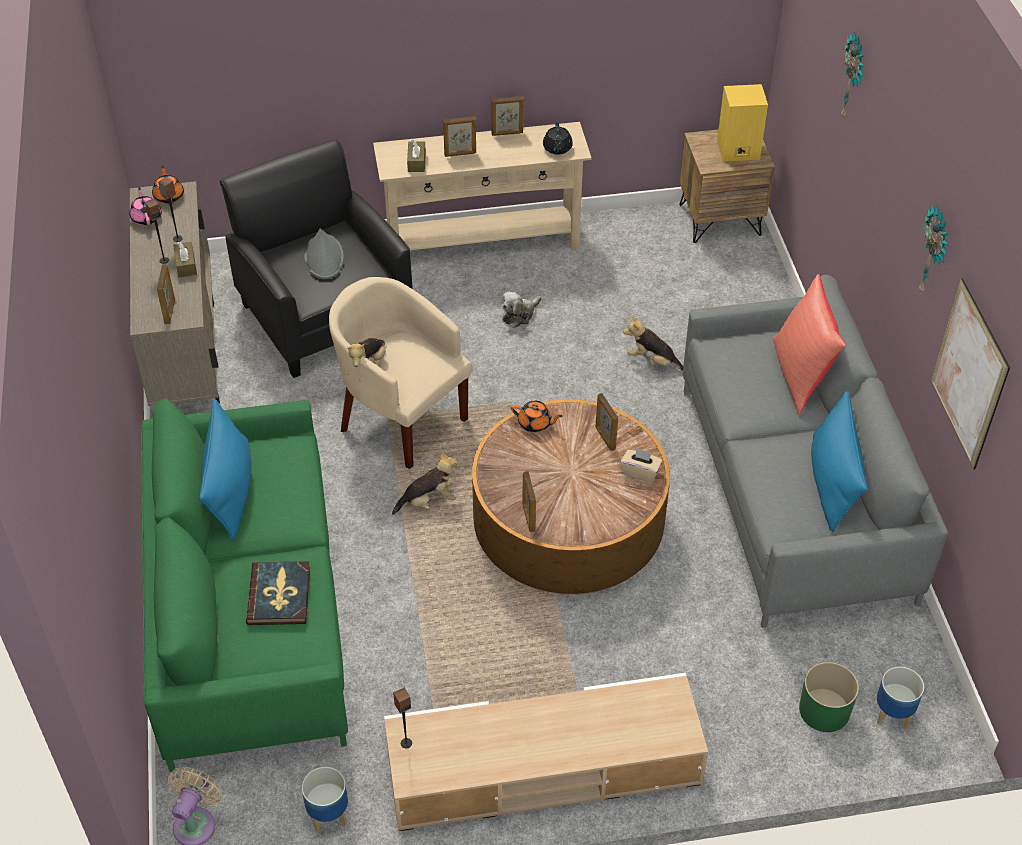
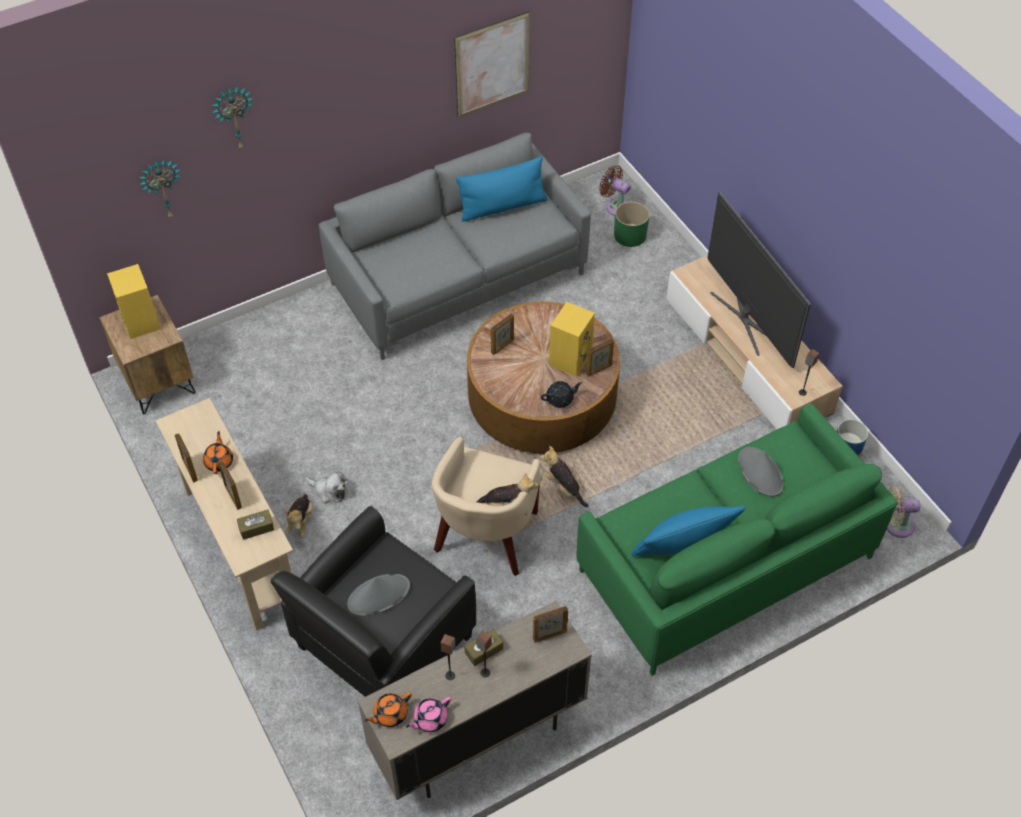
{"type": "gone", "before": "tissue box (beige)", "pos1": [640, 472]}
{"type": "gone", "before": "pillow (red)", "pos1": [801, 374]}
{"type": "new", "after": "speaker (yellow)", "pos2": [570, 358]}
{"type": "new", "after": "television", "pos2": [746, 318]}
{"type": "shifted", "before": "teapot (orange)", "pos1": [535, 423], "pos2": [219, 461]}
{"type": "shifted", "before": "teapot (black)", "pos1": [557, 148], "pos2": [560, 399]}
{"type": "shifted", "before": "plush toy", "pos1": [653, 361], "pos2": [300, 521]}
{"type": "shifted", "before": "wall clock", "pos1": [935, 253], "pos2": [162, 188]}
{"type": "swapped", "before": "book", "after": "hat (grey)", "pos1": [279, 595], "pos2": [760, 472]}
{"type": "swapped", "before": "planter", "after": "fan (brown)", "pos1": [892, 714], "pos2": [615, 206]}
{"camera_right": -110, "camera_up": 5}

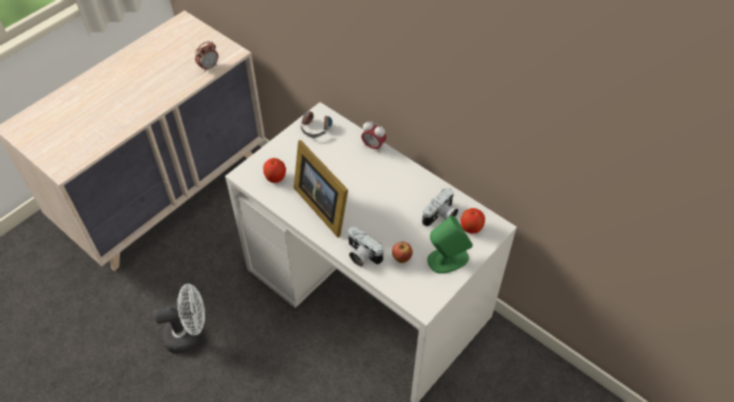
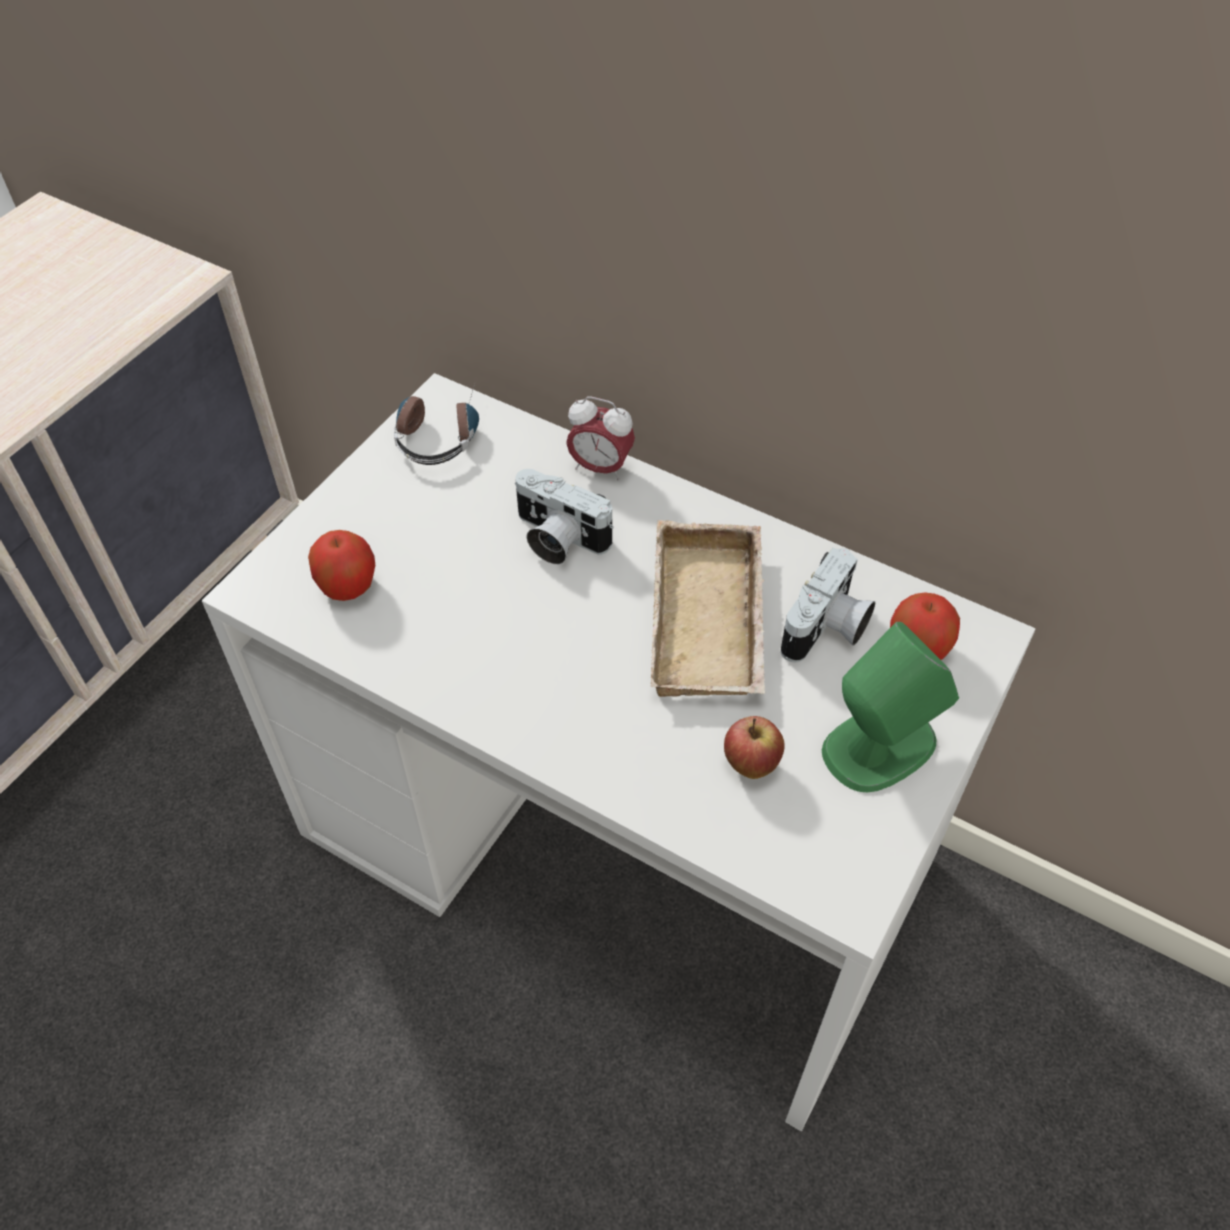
{"type": "gone", "before": "fan (white)", "pos1": [189, 335]}
{"type": "gone", "before": "alarm clock", "pos1": [209, 67]}
{"type": "gone", "before": "picture frame", "pos1": [323, 205]}
{"type": "new", "after": "tray (beige)", "pos2": [712, 622]}
{"type": "shifted", "before": "photo camera", "pos1": [361, 255], "pos2": [556, 539]}
{"camera_right": -10, "camera_up": 0}

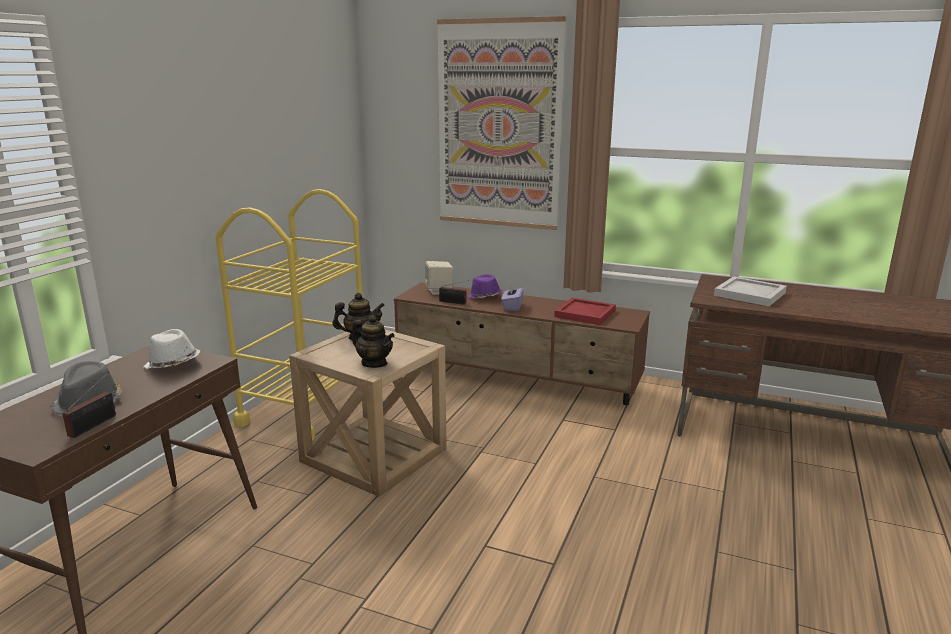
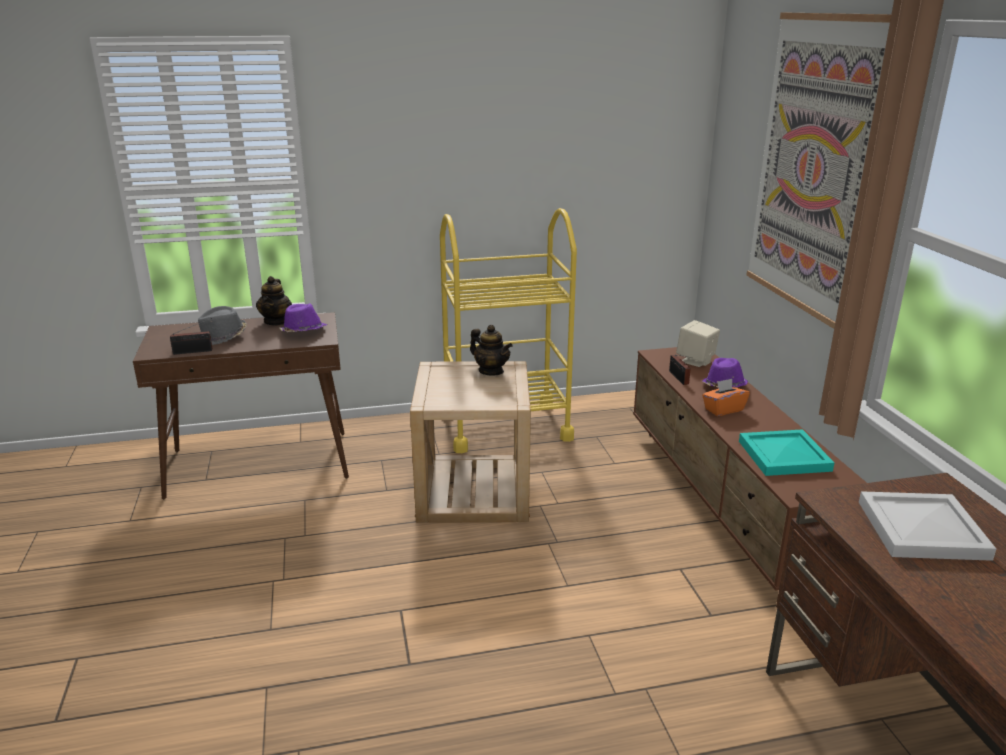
{"type": "shifted", "before": "teapot", "pos1": [374, 363], "pos2": [276, 321]}
{"type": "repainted", "before": "hat (white)", "after": "hat (purple)", "pos1": [173, 365], "pos2": [303, 332]}
{"type": "repainted", "before": "tissue box (purple)", "after": "tissue box (orange)", "pos1": [512, 307], "pos2": [723, 409]}
{"type": "repainted", "before": "tray (red)", "after": "tray (turquoise)", "pos1": [584, 313], "pos2": [784, 455]}
{"camera_right": 55, "camera_up": 5}

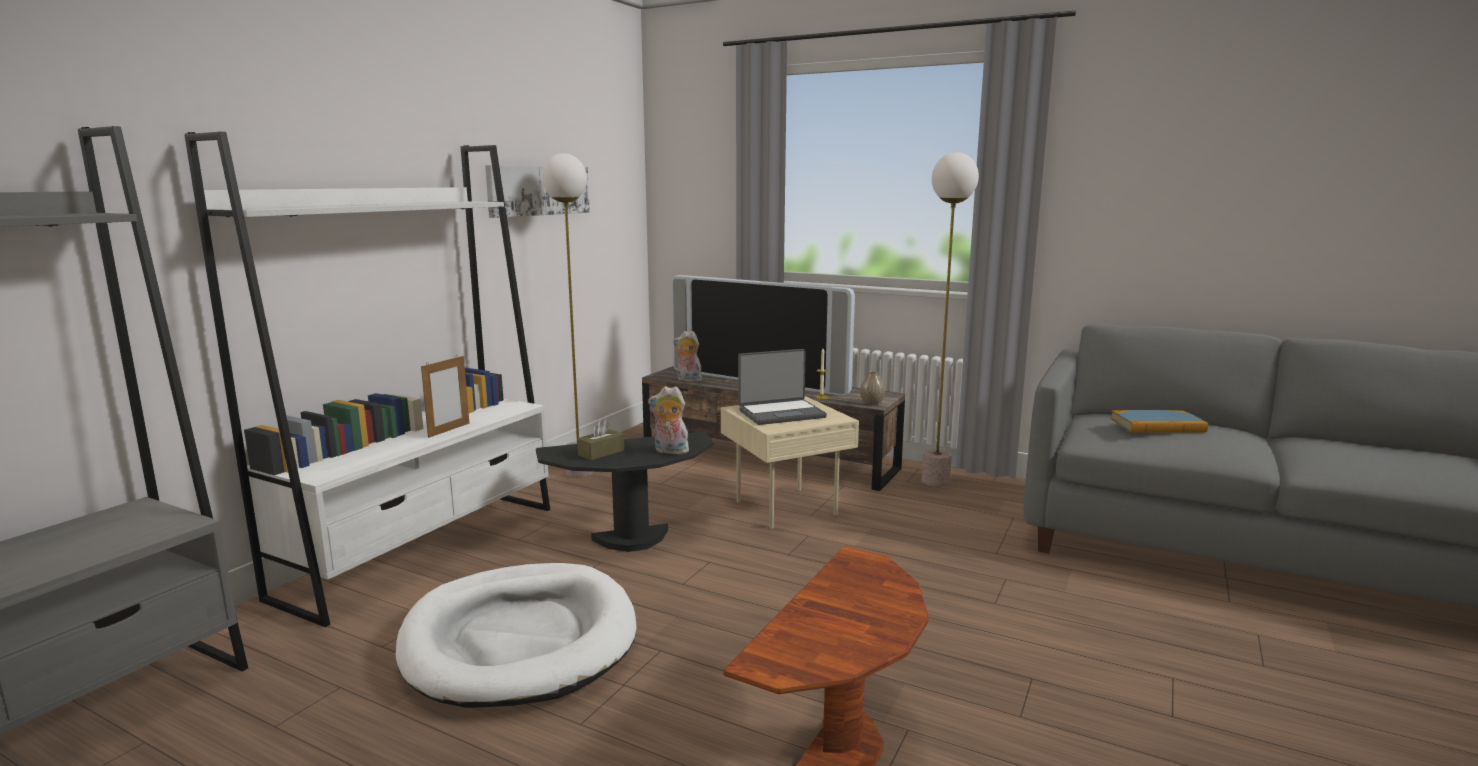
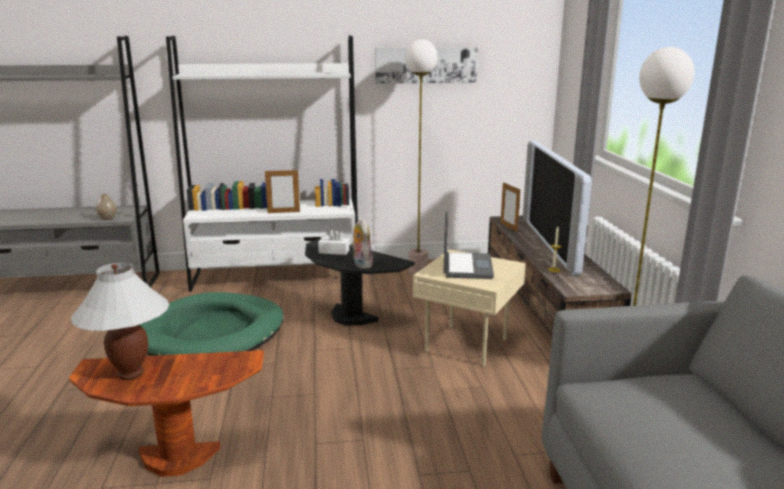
{"type": "gone", "before": "book", "pos1": [1157, 425]}
{"type": "new", "after": "table lamp (white)", "pos2": [130, 374]}
{"type": "shifted", "before": "vase", "pos1": [871, 403], "pos2": [107, 218]}
{"type": "swapped", "before": "plush toy", "after": "picture frame", "pos1": [687, 380], "pos2": [508, 227]}
{"type": "repainted", "before": "dog bed (white)", "after": "dog bed (green)", "pos1": [520, 640], "pos2": [213, 333]}
{"type": "repainted", "before": "tissue box (brown)", "after": "tissue box (white)", "pos1": [601, 453], "pos2": [334, 251]}
{"type": "rotated", "before": "laptop", "pos1": [781, 413], "pos2": [466, 267], "turn": -120}
{"camera_right": 55, "camera_up": 5}

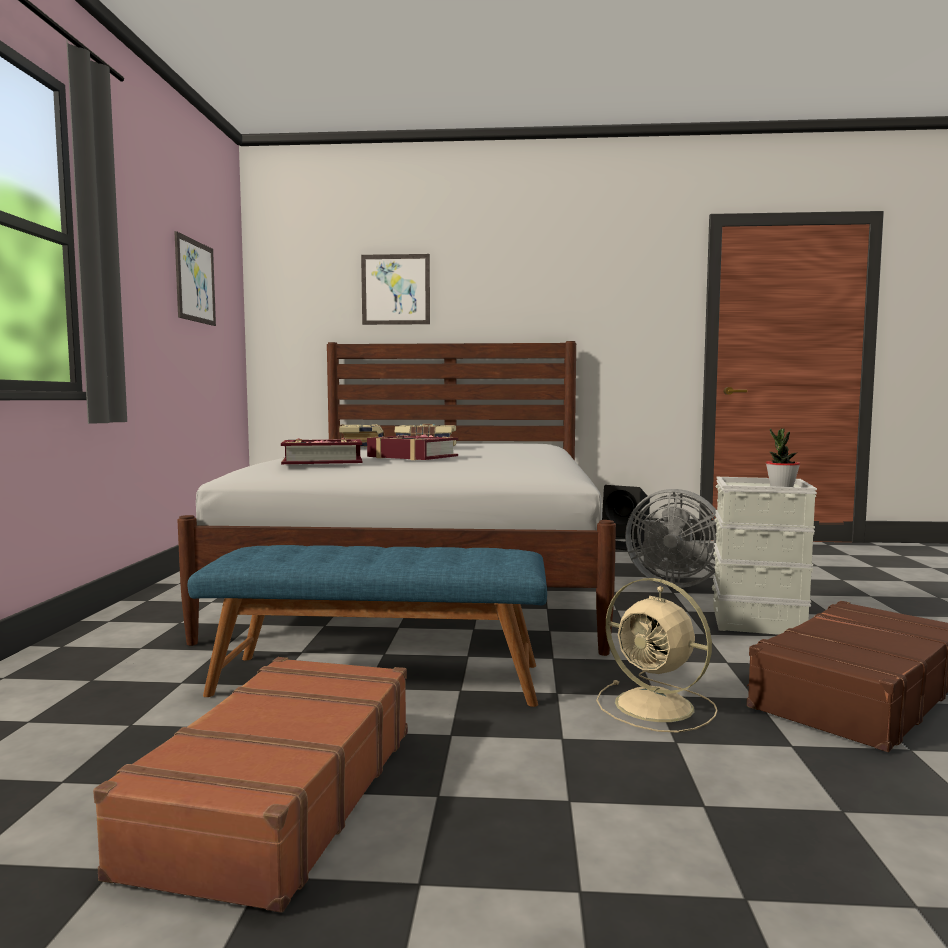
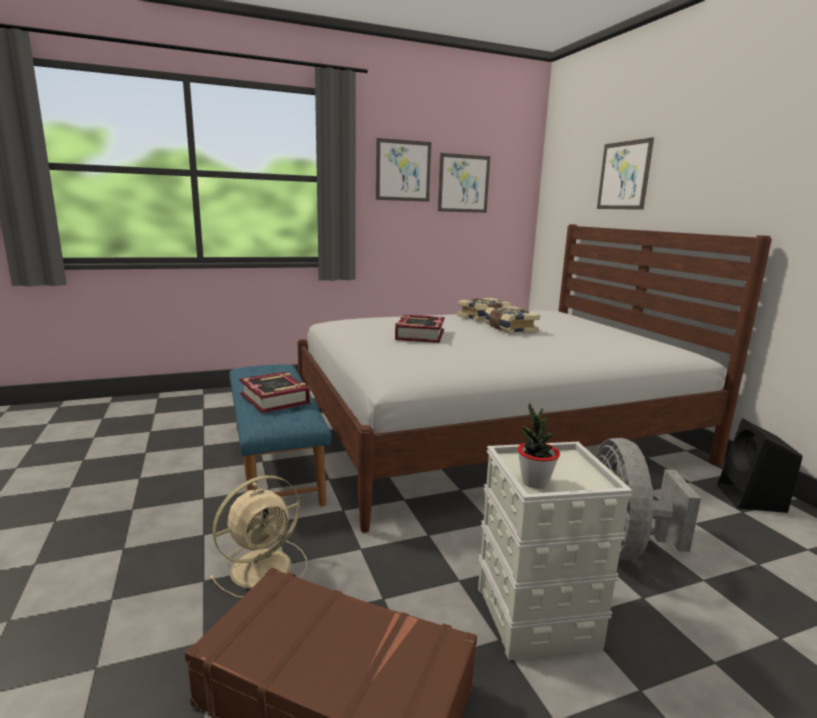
{"type": "gone", "before": "suitcase (brown)", "pos1": [277, 796]}
{"type": "new", "after": "picture", "pos2": [403, 170]}
{"type": "shifted", "before": "book", "pos1": [322, 461], "pos2": [275, 398]}
{"type": "rotated", "before": "fan (beige)", "pos1": [657, 707], "pos2": [263, 567], "turn": -150}
{"camera_right": 65, "camera_up": 10}

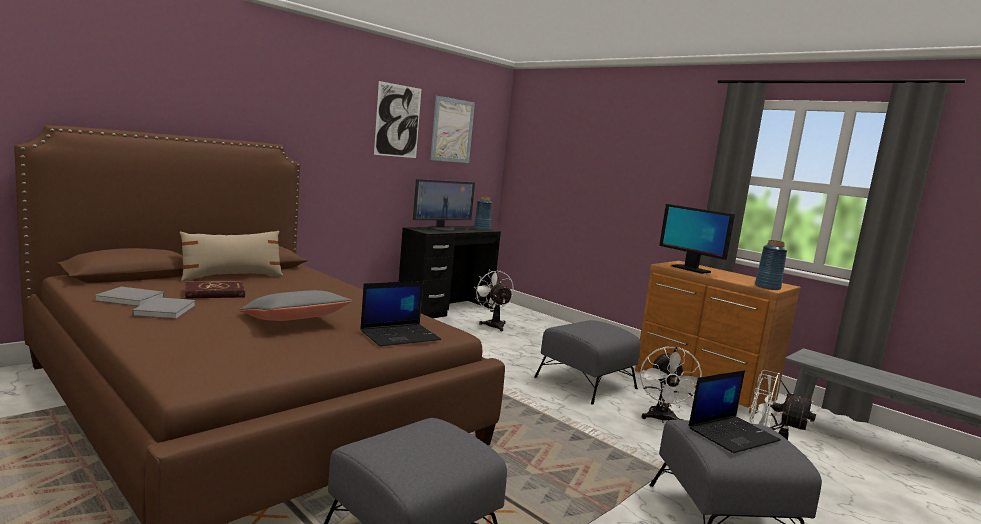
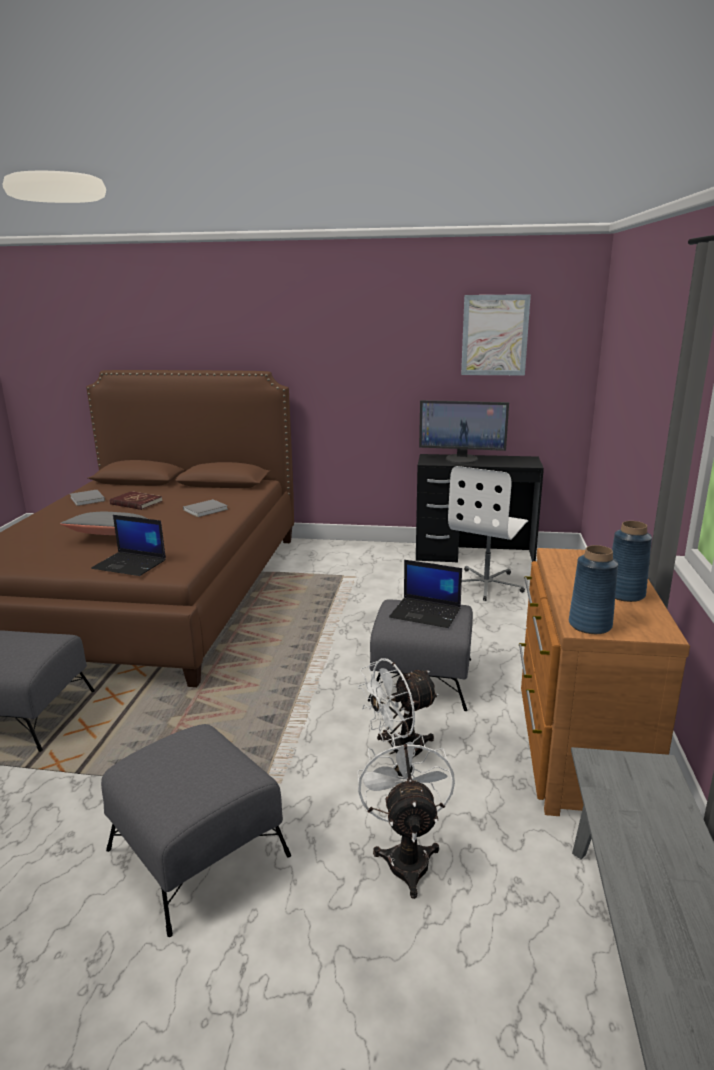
{"type": "gone", "before": "pillow (beige)", "pos1": [232, 276]}
{"type": "gone", "before": "picture", "pos1": [398, 121]}
{"type": "gone", "before": "monitor", "pos1": [690, 269]}
{"type": "shifted", "before": "book (grey)", "pos1": [166, 310], "pos2": [206, 509]}
{"type": "shifted", "before": "vase (blue)", "pos1": [481, 229], "pos2": [624, 594]}
{"type": "shifted", "before": "laptop", "pos1": [733, 434], "pos2": [426, 613]}
{"type": "swapped", "before": "fan (white)", "after": "office chair (white)", "pos1": [493, 324], "pos2": [486, 584]}
{"camera_right": 55, "camera_up": 10}

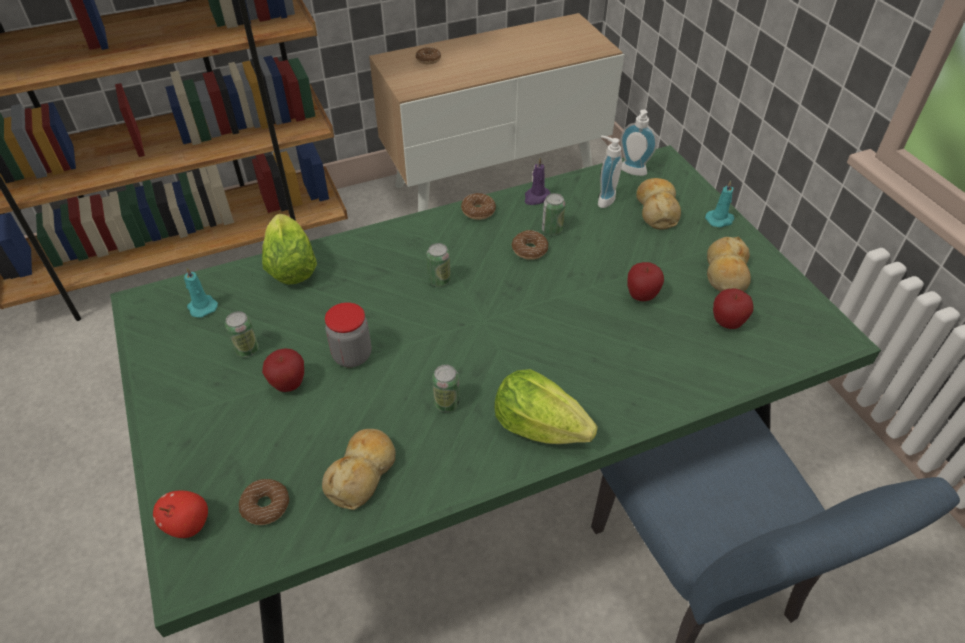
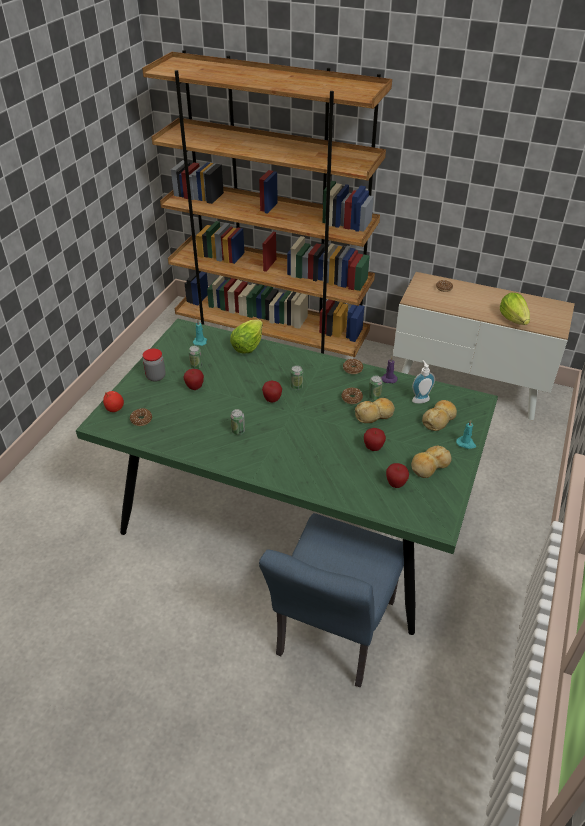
{"type": "gone", "before": "soap dispenser", "pos1": [632, 172]}
{"type": "new", "after": "apple", "pos2": [272, 400]}
{"type": "shifted", "before": "bread", "pos1": [362, 473], "pos2": [375, 415]}
{"type": "shifted", "before": "jar", "pos1": [352, 355], "pos2": [156, 376]}
{"type": "shifted", "before": "lettuce", "pos1": [539, 426], "pos2": [513, 319]}
{"camera_right": 45, "camera_up": -5}

